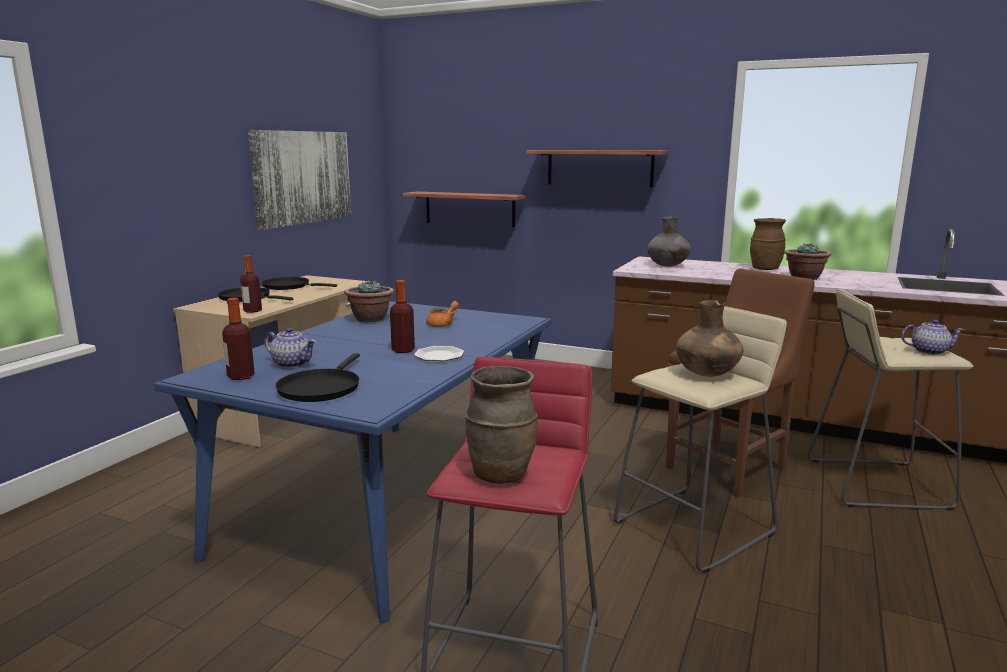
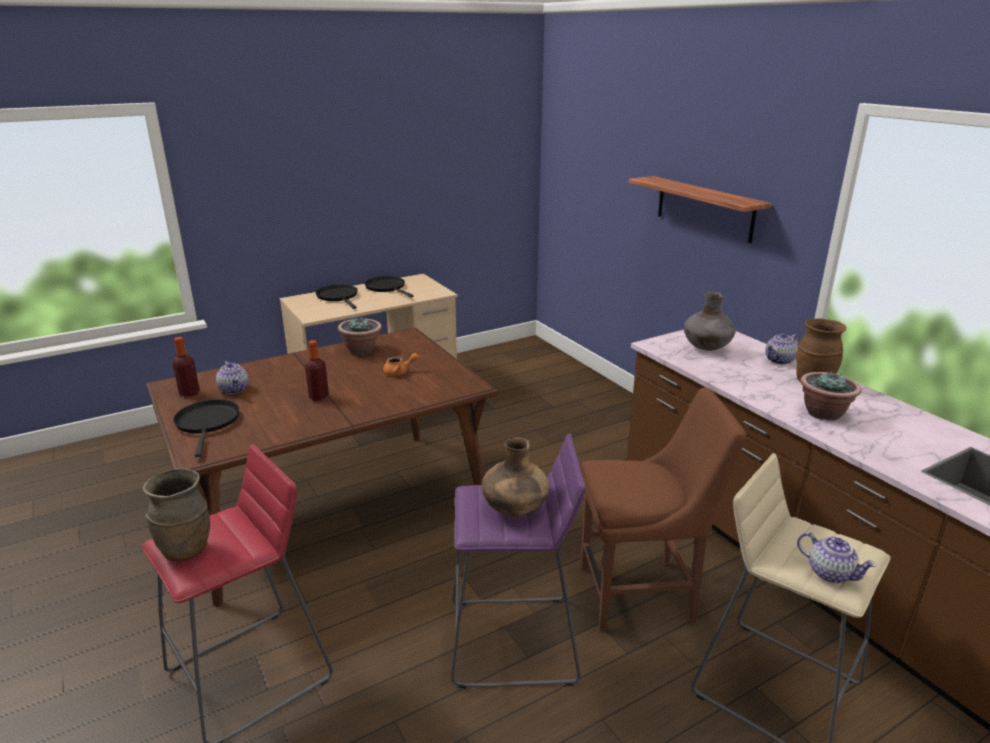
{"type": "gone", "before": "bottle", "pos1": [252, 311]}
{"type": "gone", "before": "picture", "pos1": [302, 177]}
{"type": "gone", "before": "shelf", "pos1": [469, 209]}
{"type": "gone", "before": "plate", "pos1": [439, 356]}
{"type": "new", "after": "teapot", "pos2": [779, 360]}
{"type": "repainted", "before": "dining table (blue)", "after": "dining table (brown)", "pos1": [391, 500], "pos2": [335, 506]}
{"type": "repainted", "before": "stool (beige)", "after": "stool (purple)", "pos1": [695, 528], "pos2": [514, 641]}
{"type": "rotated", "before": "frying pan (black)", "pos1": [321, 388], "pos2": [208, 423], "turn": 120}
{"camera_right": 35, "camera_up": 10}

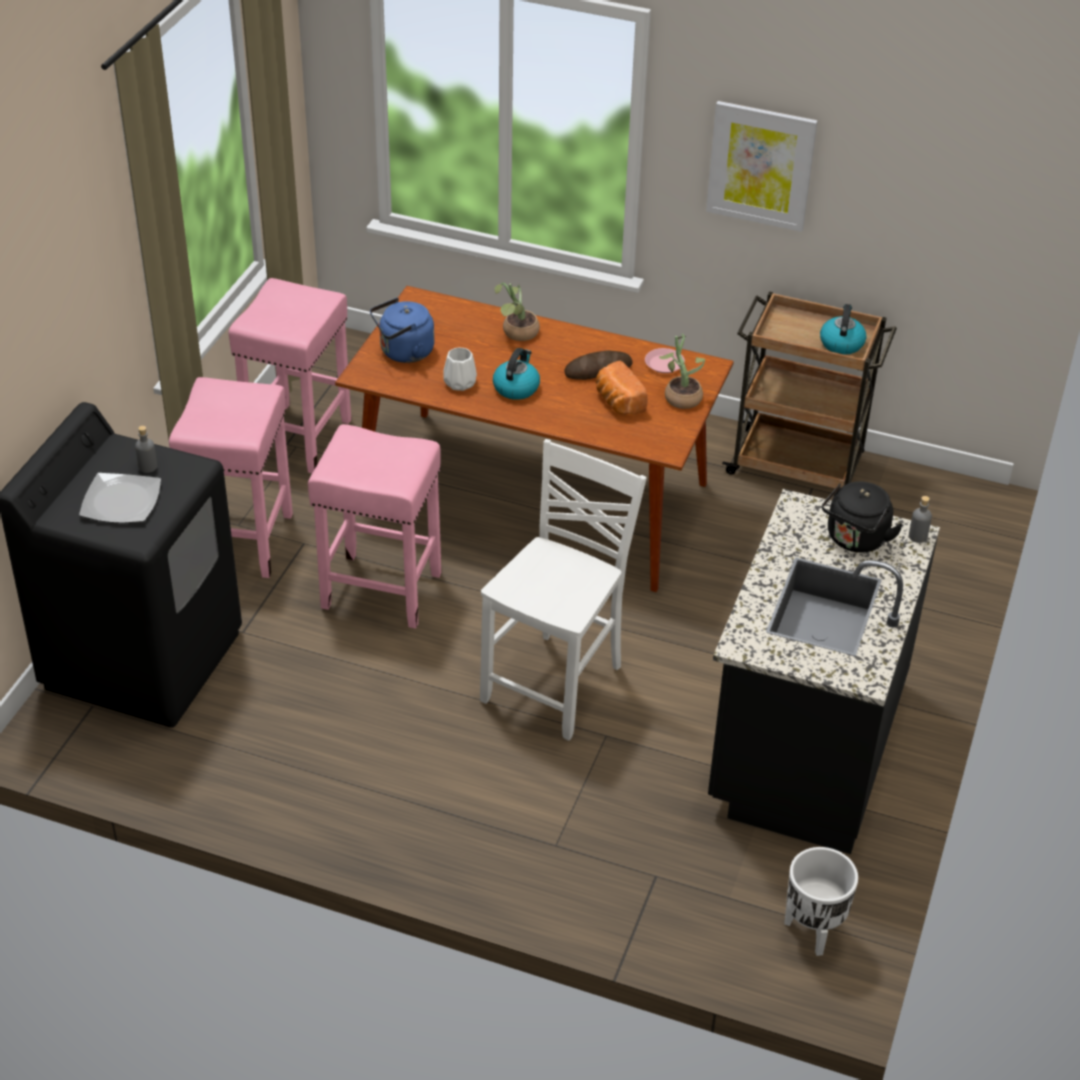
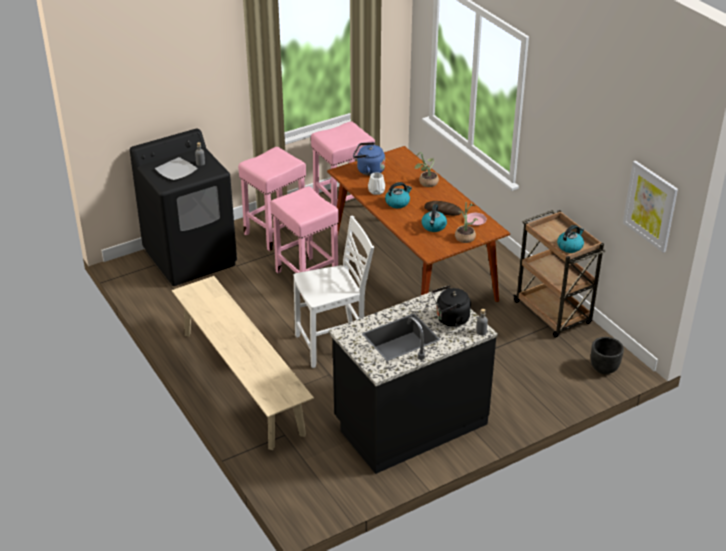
{"type": "gone", "before": "planter (white)", "pos1": [812, 932]}
{"type": "new", "after": "bench (beige)", "pos2": [242, 382]}
{"type": "new", "after": "planter (black)", "pos2": [603, 368]}
{"type": "shifted", "before": "picture", "pos1": [761, 165], "pos2": [650, 206]}
{"type": "swapped", "before": "bread", "after": "kettle", "pos1": [617, 402], "pos2": [434, 226]}
{"camera_right": 40, "camera_up": -5}

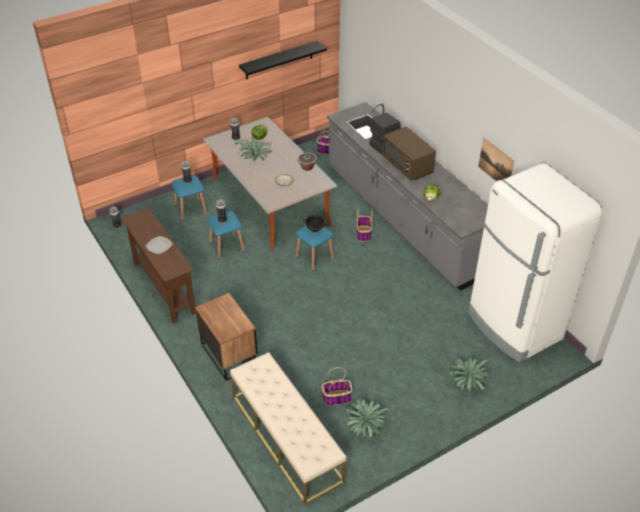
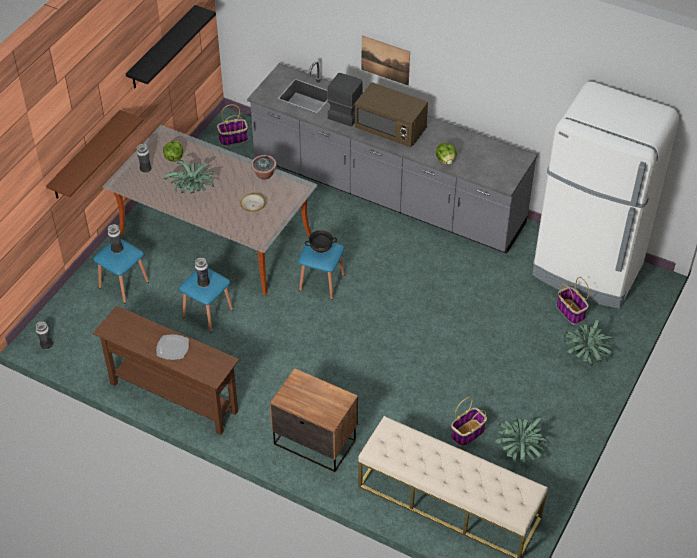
{"type": "new", "after": "shelf (brown)", "pos2": [86, 156]}
{"type": "shifted", "before": "basket", "pos1": [363, 234], "pos2": [571, 312]}
{"type": "shifted", "before": "picture", "pos1": [496, 163], "pos2": [385, 60]}
{"camera_right": -30, "camera_up": 5}

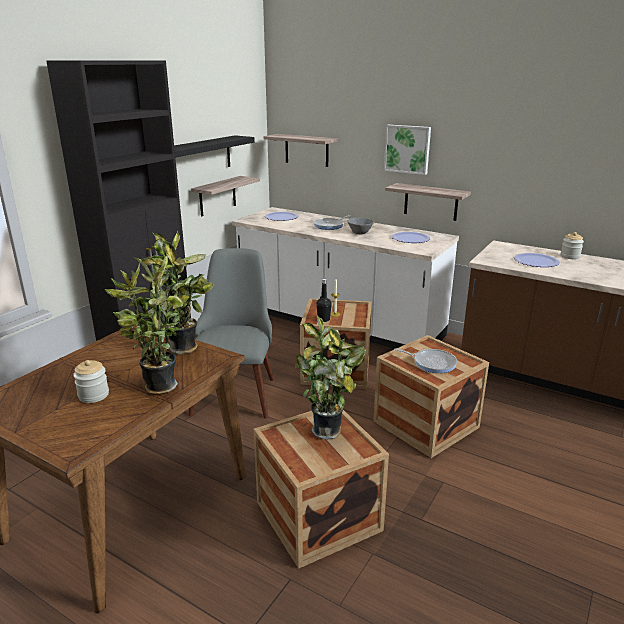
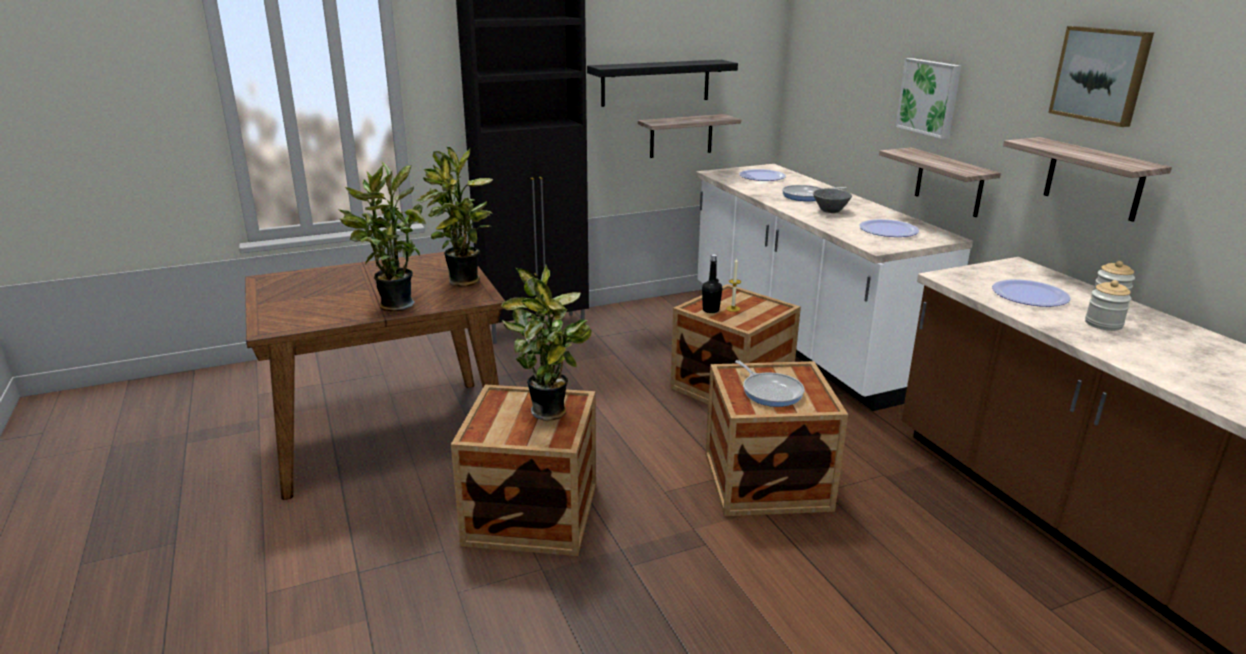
{"type": "gone", "before": "chair (grey)", "pos1": [236, 389]}
{"type": "new", "after": "picture", "pos2": [1101, 75]}
{"type": "shifted", "before": "jar", "pos1": [93, 395], "pos2": [1103, 324]}
{"type": "shifted", "before": "shelf", "pos1": [306, 150], "pos2": [1093, 179]}
{"camera_right": 35, "camera_up": 0}

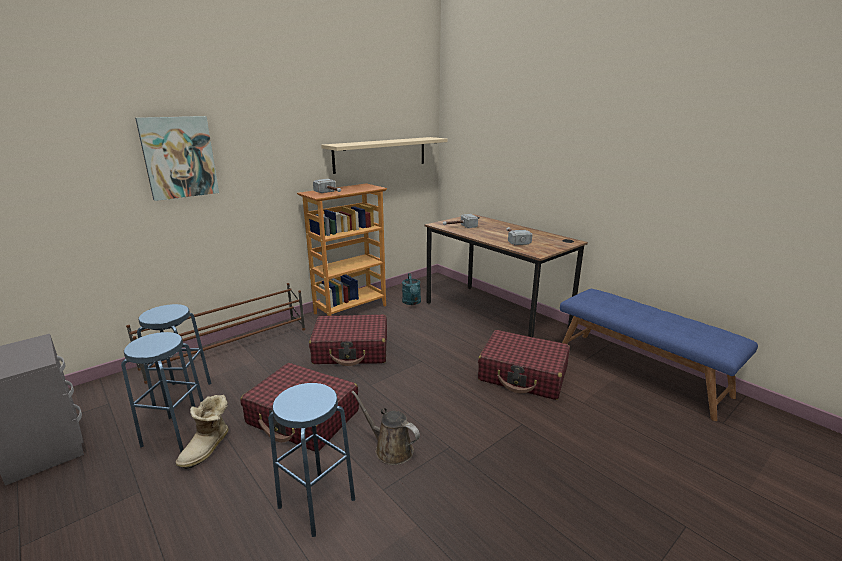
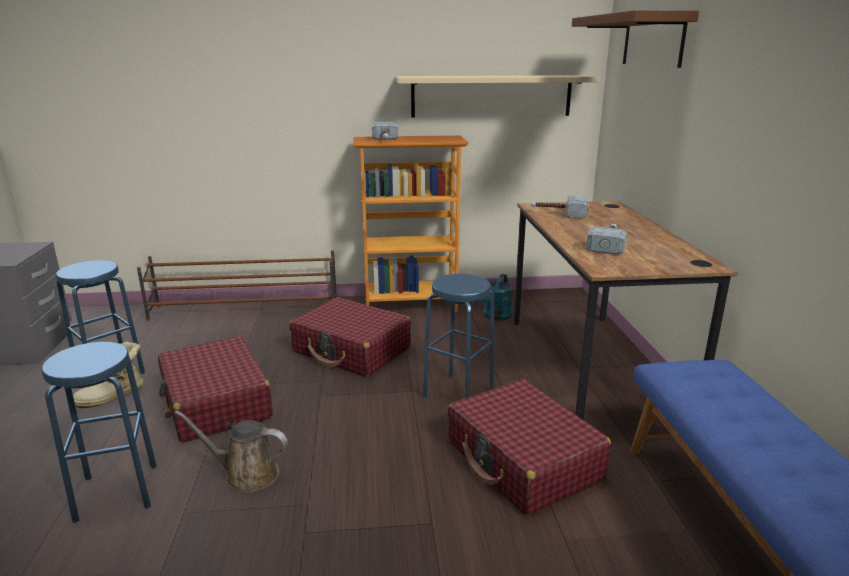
{"type": "gone", "before": "picture", "pos1": [179, 157]}
{"type": "new", "after": "shelf (brown)", "pos2": [652, 40]}
{"type": "shifted", "before": "stool (blue)", "pos1": [183, 394], "pos2": [458, 393]}
{"type": "rotated", "before": "watering can (brown)", "pos1": [390, 449], "pos2": [246, 474], "turn": -60}
{"camera_right": 35, "camera_up": 0}

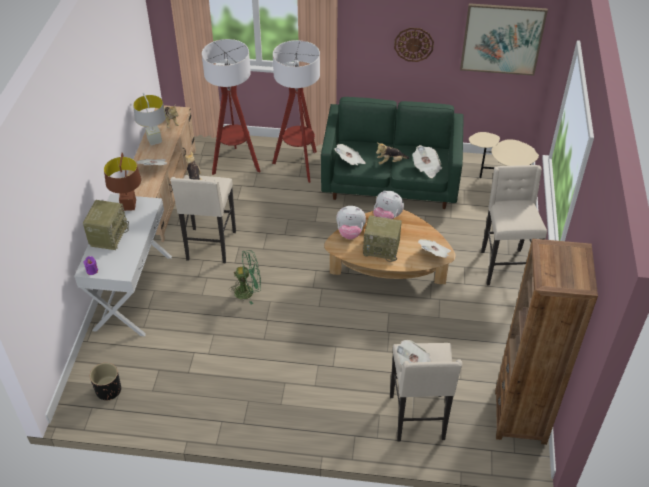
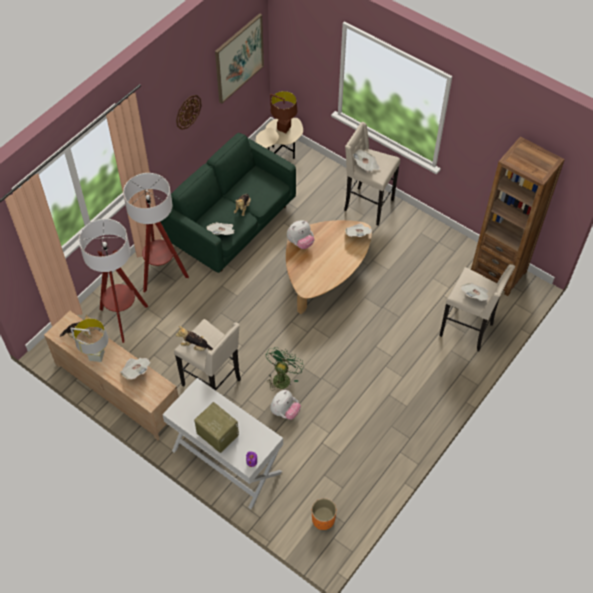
{"type": "gone", "before": "radio", "pos1": [382, 249]}
{"type": "shifted", "before": "table lamp (brown)", "pos1": [129, 206], "pos2": [284, 128]}
{"type": "shifted", "before": "plush toy", "pos1": [350, 233], "pos2": [285, 411]}
{"type": "shifted", "before": "newspaper", "pos1": [426, 168], "pos2": [366, 166]}
{"type": "repainted", "before": "planter (black)", "after": "planter (orange)", "pos1": [108, 390], "pos2": [323, 519]}
{"camera_right": -60, "camera_up": 10}

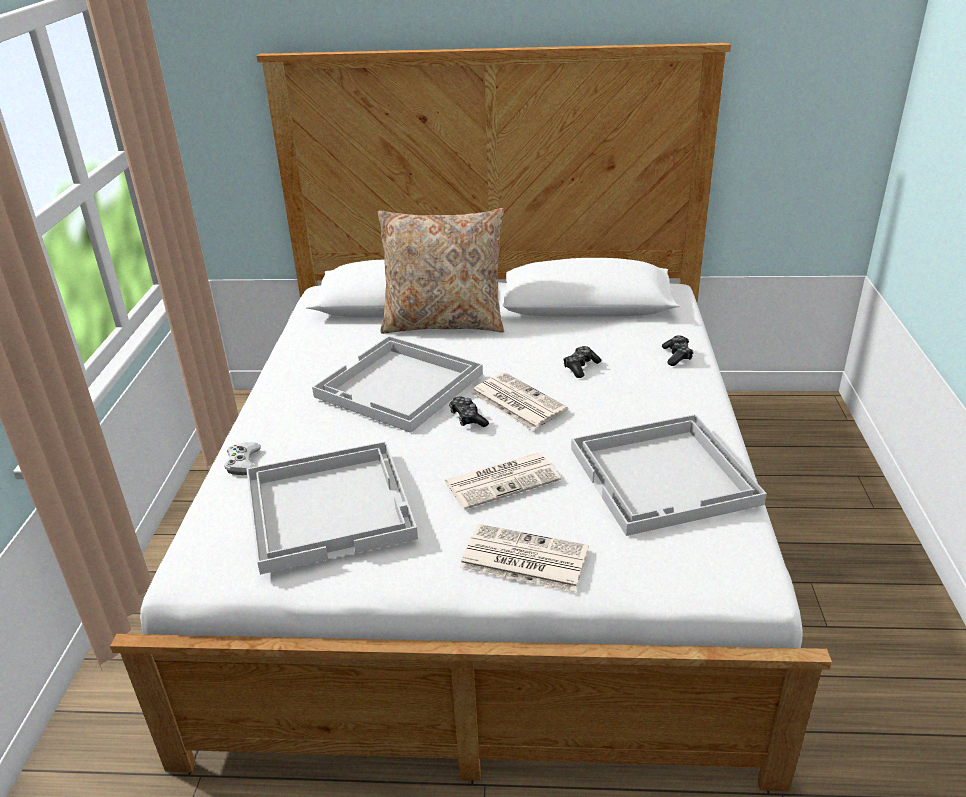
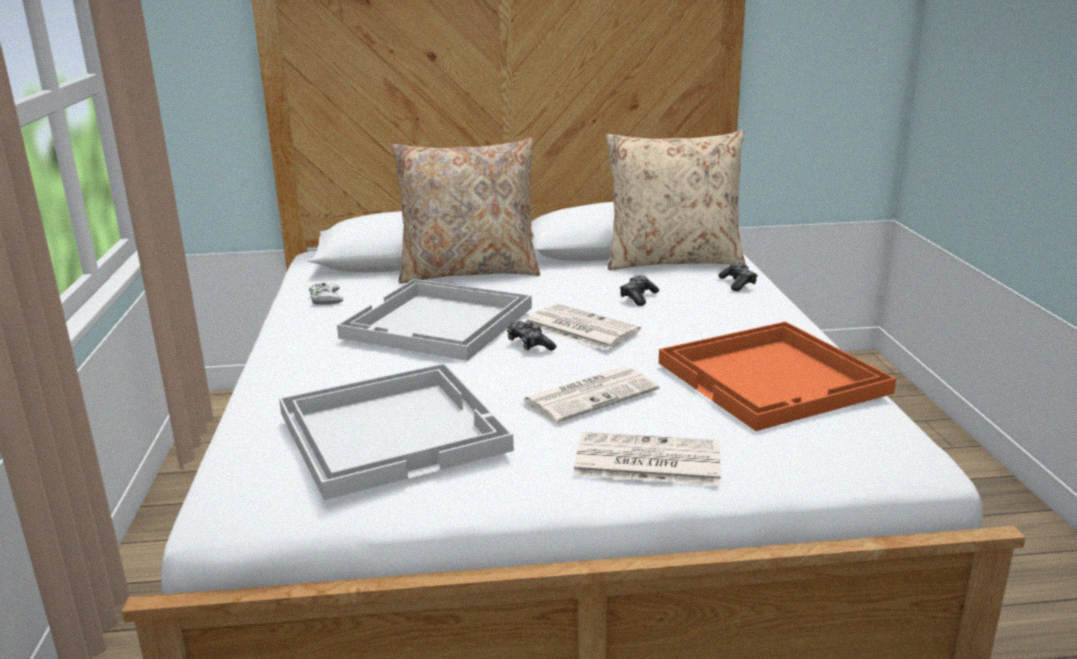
{"type": "new", "after": "pillow (beige)", "pos2": [673, 261]}
{"type": "shifted", "before": "game controller (white)", "pos1": [243, 463], "pos2": [326, 298]}
{"type": "repainted", "before": "tray (white)", "after": "tray (orange)", "pos1": [665, 476], "pos2": [774, 378]}
{"camera_right": -10, "camera_up": -10}

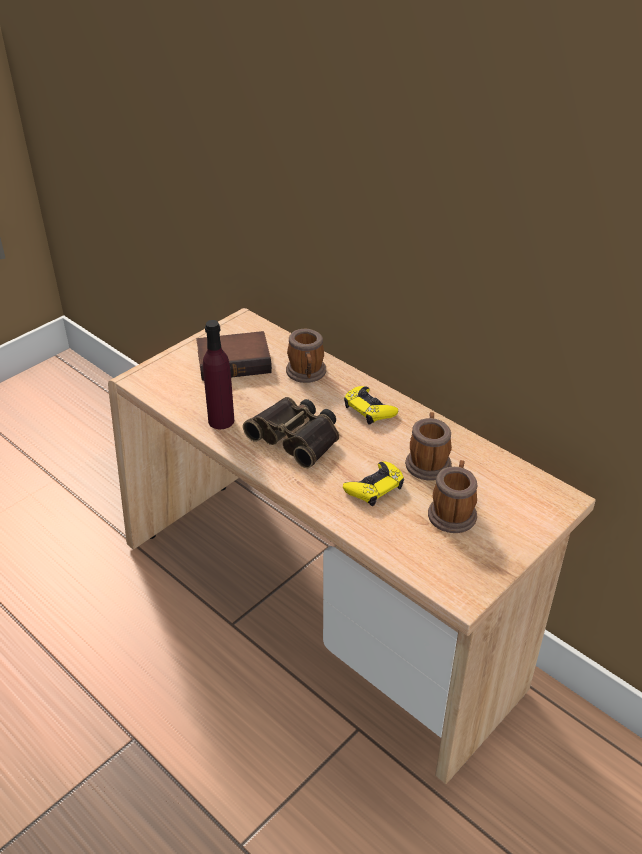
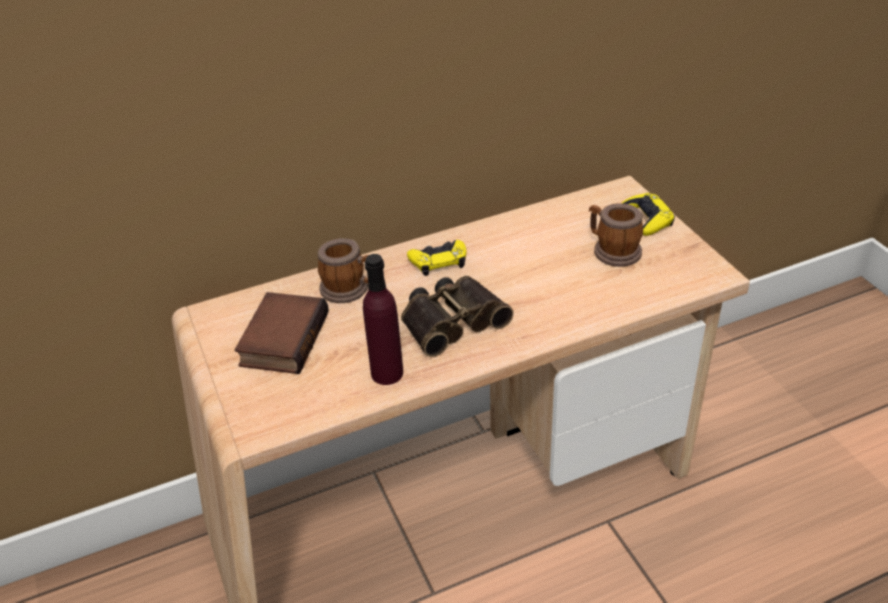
{"type": "gone", "before": "mug", "pos1": [428, 461]}
{"type": "shifted", "before": "game controller (yellow)", "pos1": [374, 487], "pos2": [647, 219]}
{"camera_right": -65, "camera_up": 0}

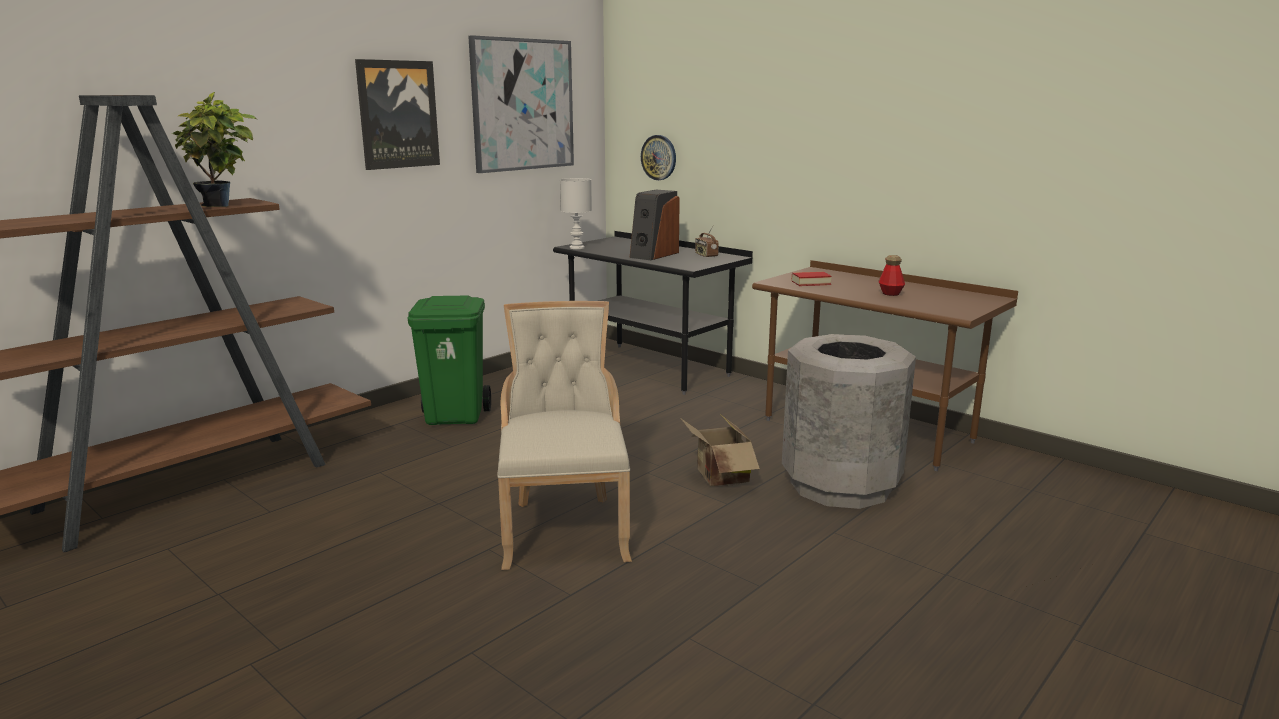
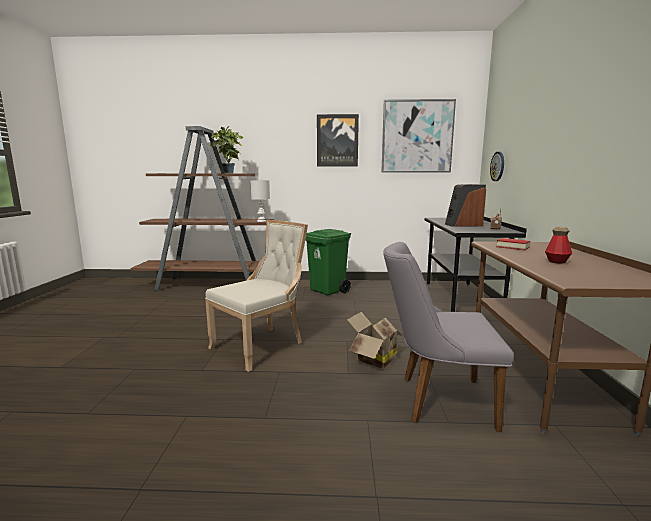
{"type": "shifted", "before": "table lamp (white)", "pos1": [576, 248], "pos2": [261, 221]}
{"type": "swapped", "before": "trash can (grey)", "after": "chair (grey)", "pos1": [840, 485], "pos2": [436, 400]}
{"camera_right": 50, "camera_up": -5}

